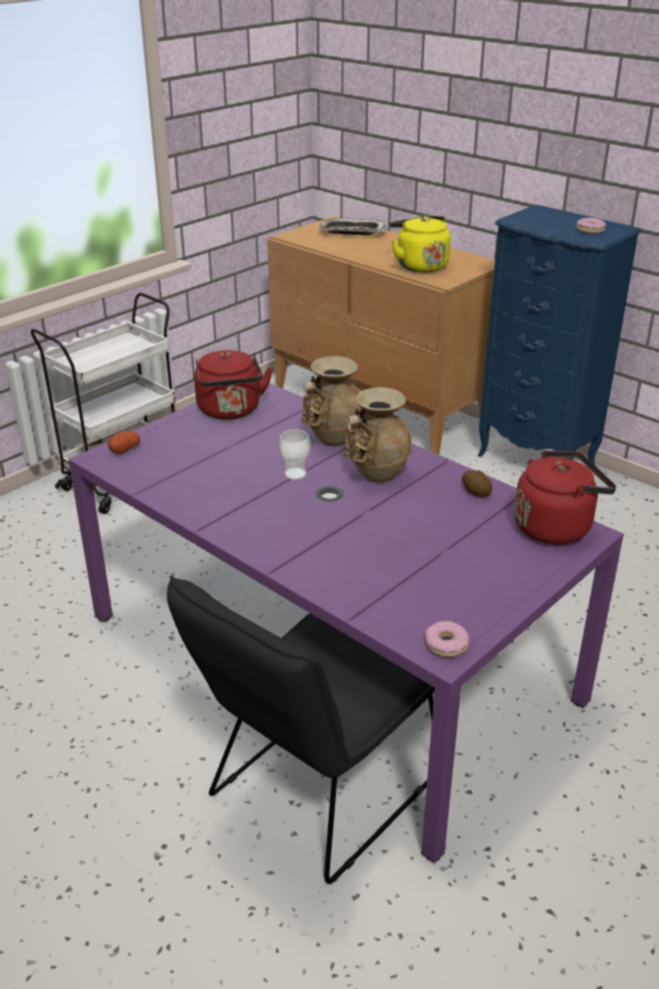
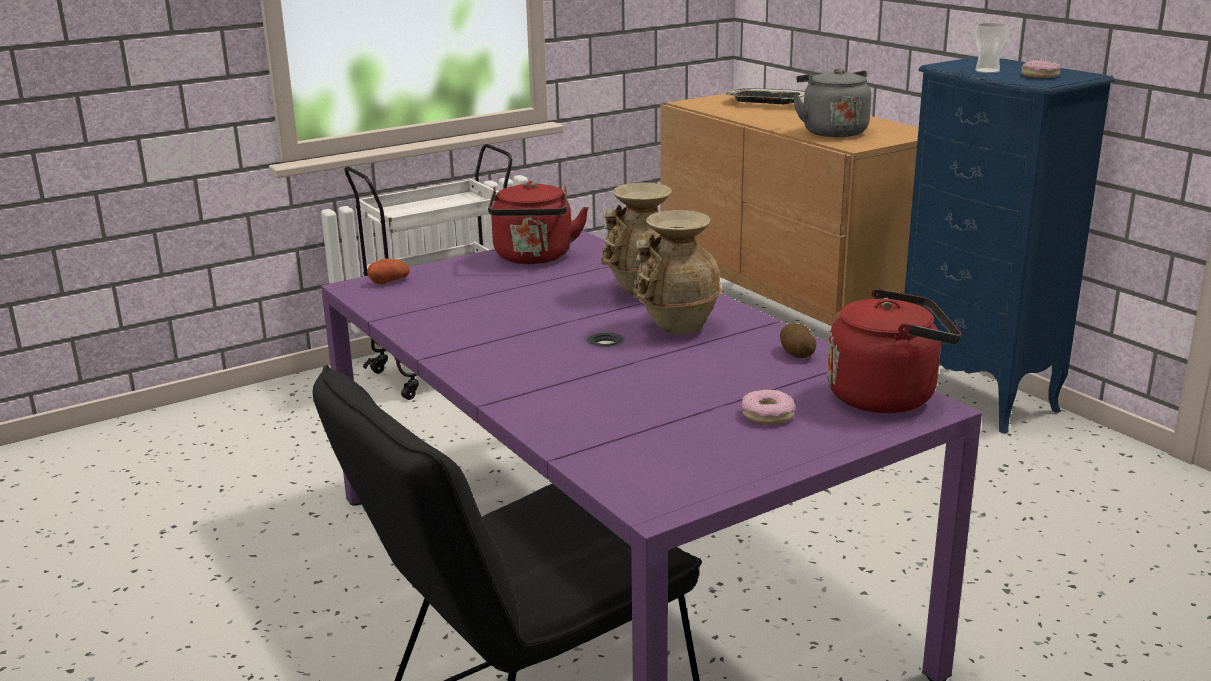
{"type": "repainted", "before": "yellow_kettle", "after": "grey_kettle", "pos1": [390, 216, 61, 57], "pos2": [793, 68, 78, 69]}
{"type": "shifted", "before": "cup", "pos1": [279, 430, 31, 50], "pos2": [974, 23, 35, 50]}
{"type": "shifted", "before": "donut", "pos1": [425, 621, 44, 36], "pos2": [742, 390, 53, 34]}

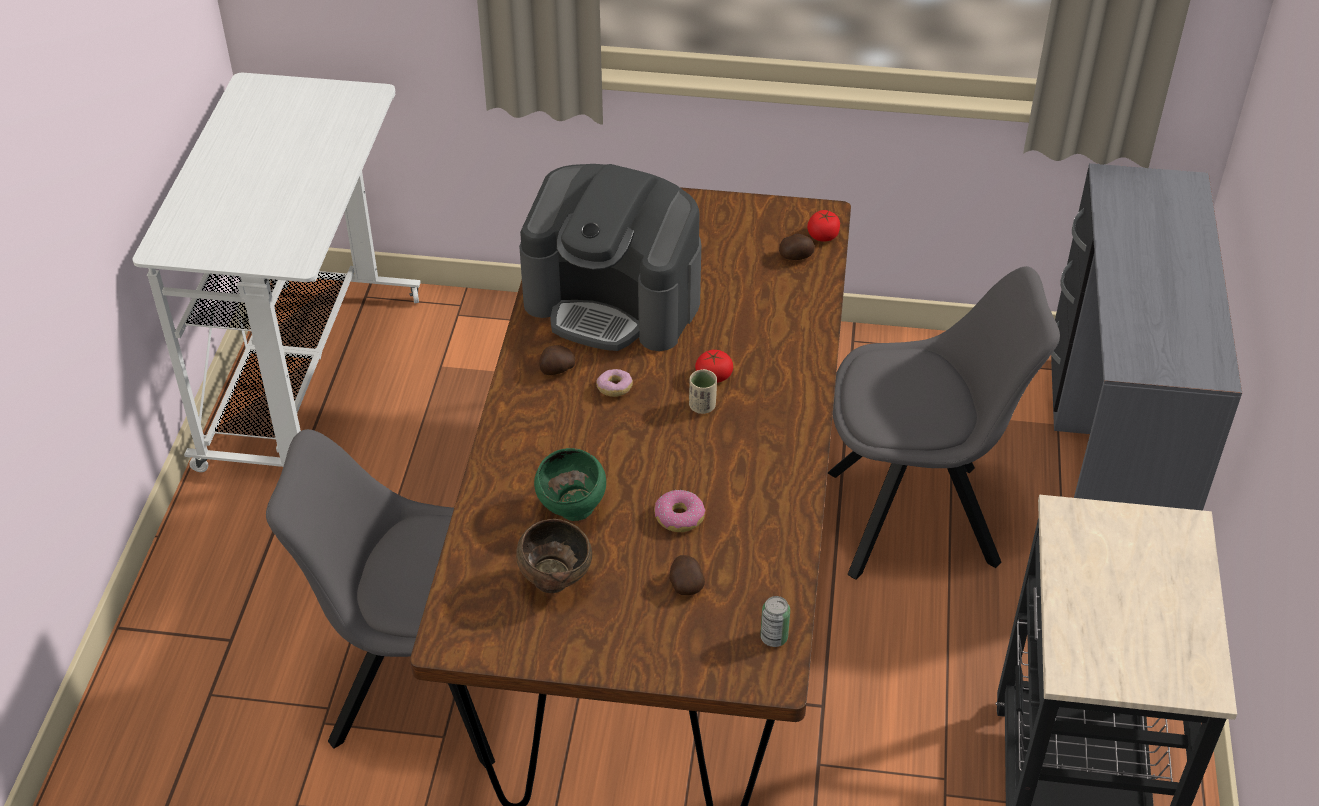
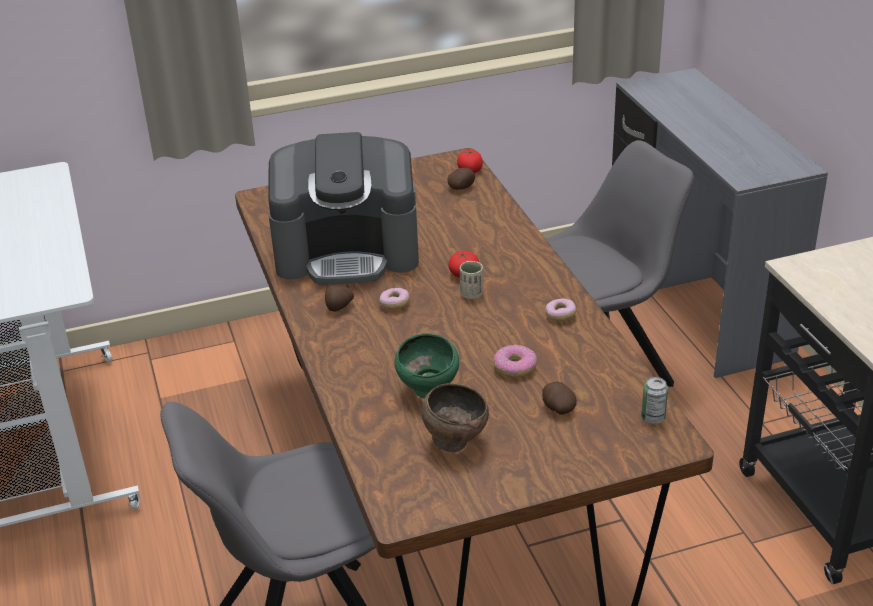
{"type": "new", "after": "donut", "pos2": [545, 298, 31, 23]}

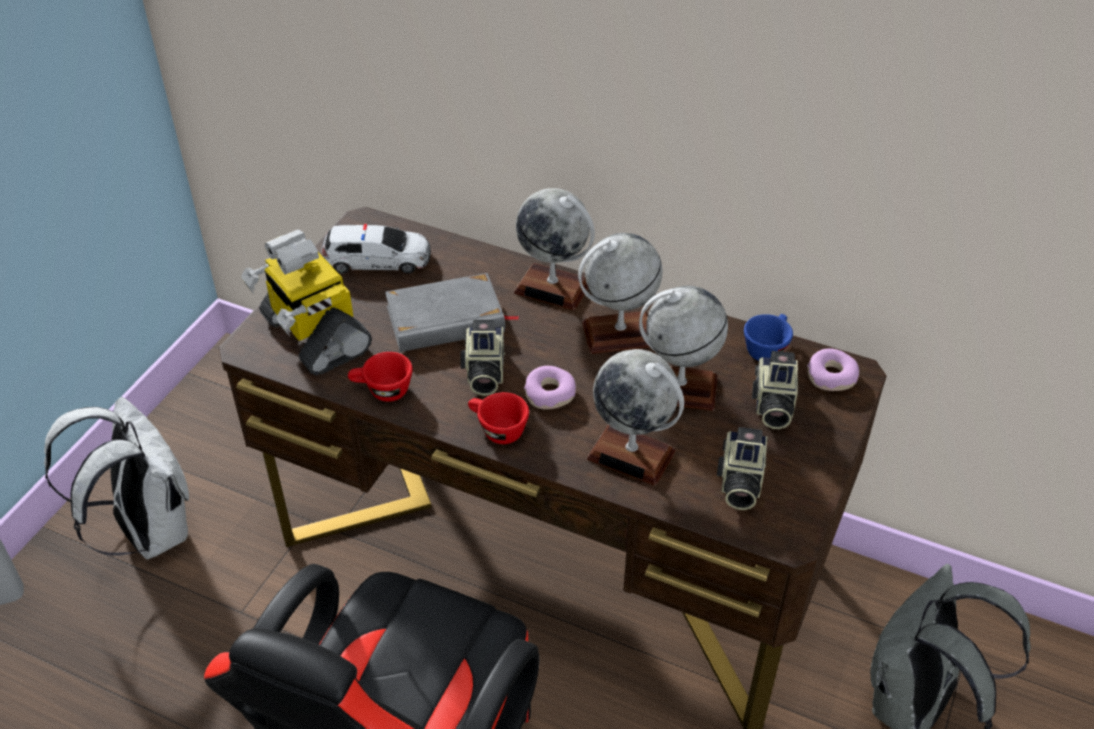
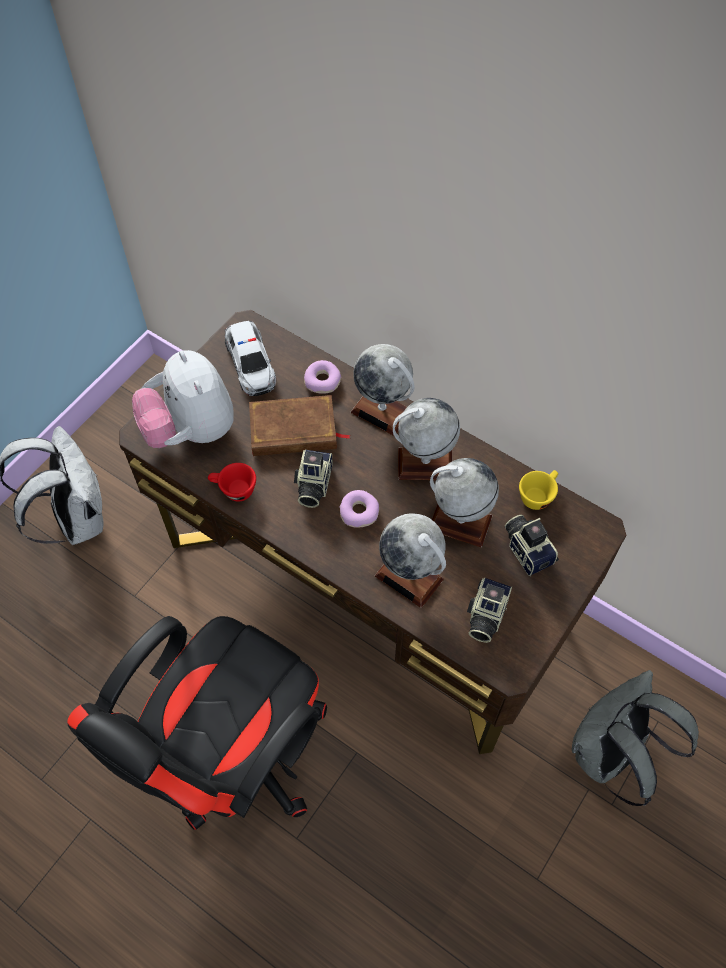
{"type": "rotated", "before": "toy_car", "pos1": [320, 224, 111, 50], "pos2": [225, 321, 51, 75], "turn": 60}
{"type": "swapped", "before": "toy_robot", "after": "plush_toy", "pos1": [241, 230, 131, 146], "pos2": [132, 350, 101, 98]}
{"type": "repainted", "before": "grey_book", "after": "brown_book", "pos1": [385, 273, 135, 79], "pos2": [249, 395, 102, 61]}
{"type": "repainted", "before": "blue_cup", "after": "yellow_cup", "pos1": [744, 314, 49, 47], "pos2": [519, 470, 39, 40]}
{"type": "shifted", "before": "donut", "pos1": [807, 348, 52, 43], "pos2": [304, 360, 37, 34]}
{"type": "rotated", "before": "photo_camera", "pos1": [752, 351, 46, 78], "pos2": [505, 515, 54, 61], "turn": 135}
{"type": "gone", "before": "red_cup", "pos1": [468, 392, 61, 52]}

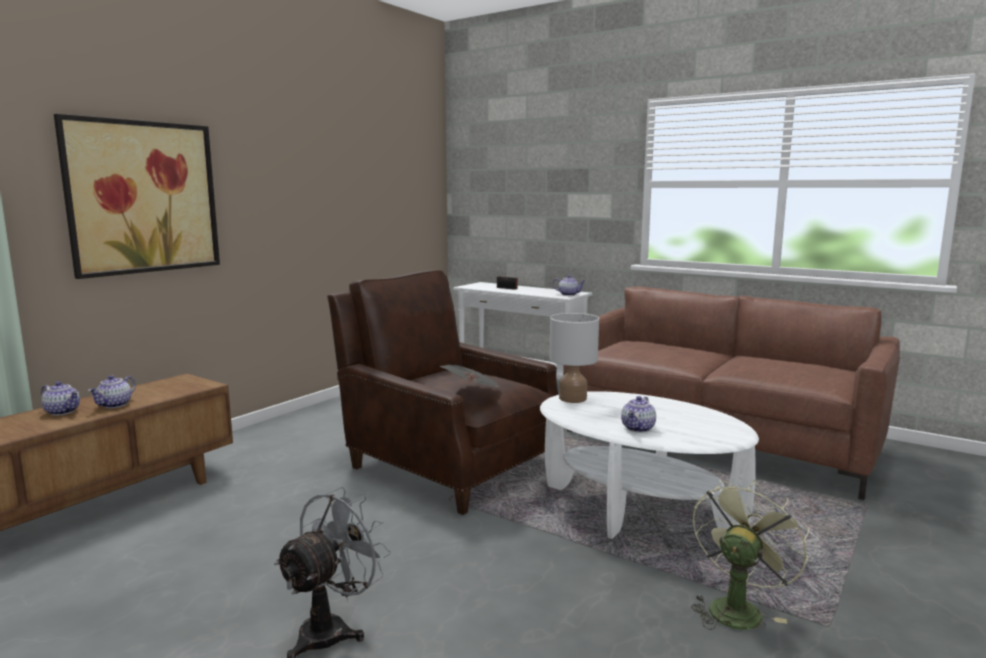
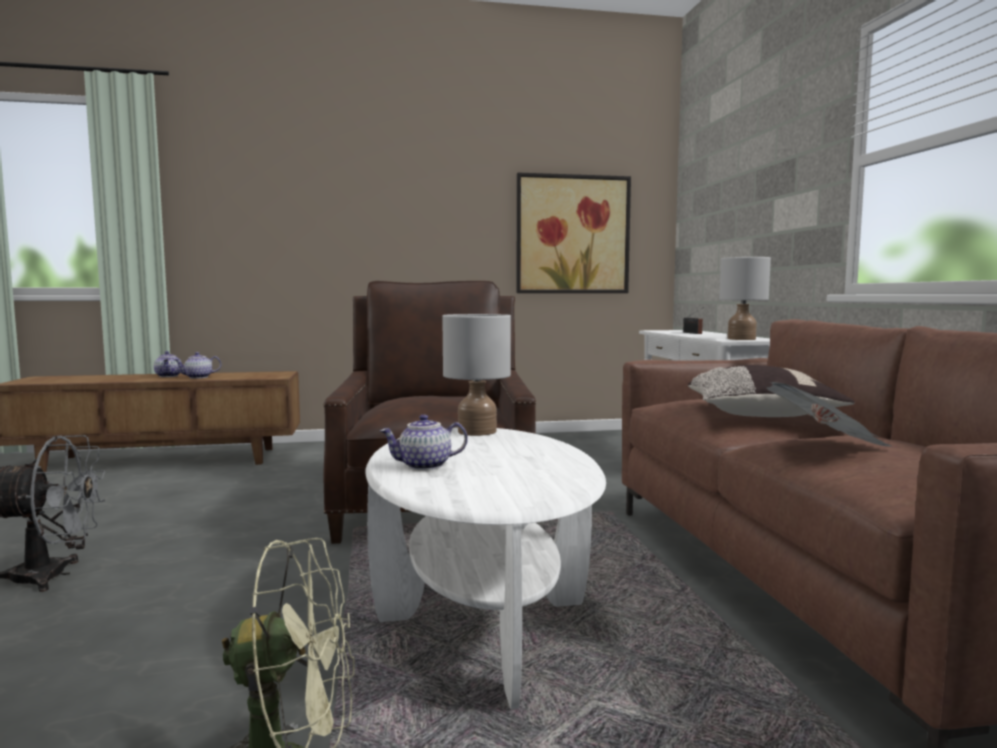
{"type": "shifted", "before": "picture", "pos1": [54, 114, 166, 165], "pos2": [516, 173, 115, 120]}
{"type": "swapped", "before": "teapot", "after": "grey_table_lamp", "pos1": [553, 275, 32, 21], "pos2": [719, 257, 52, 83]}
{"type": "shifted", "before": "newspaper", "pos1": [440, 365, 61, 22], "pos2": [767, 382, 124, 65]}
{"type": "new", "after": "pillow", "pos2": [688, 365, 167, 52]}

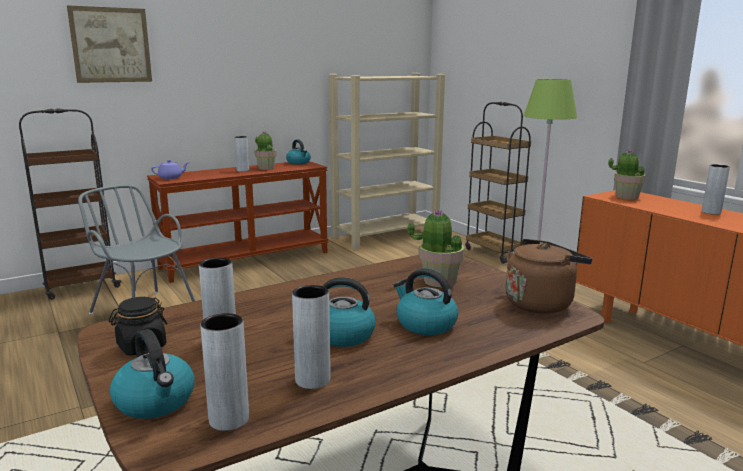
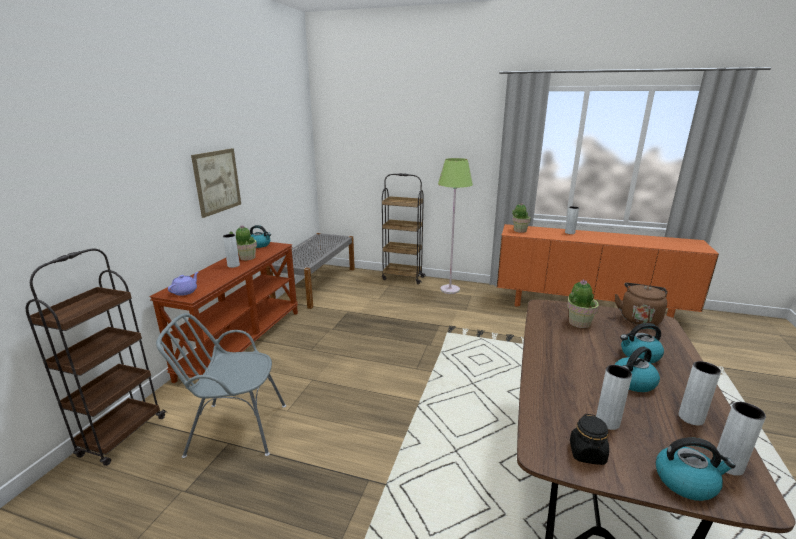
{"type": "shifted", "before": "picture", "pos1": [67, 5, 85, 78], "pos2": [191, 148, 50, 70]}
{"type": "swapped", "before": "beige_bookcase", "after": "grey_bench", "pos1": [329, 73, 116, 177], "pos2": [266, 233, 89, 76]}

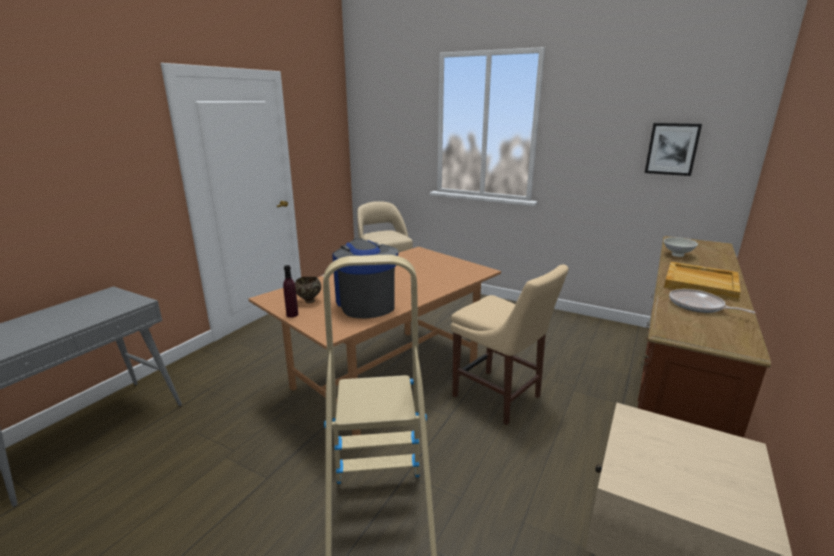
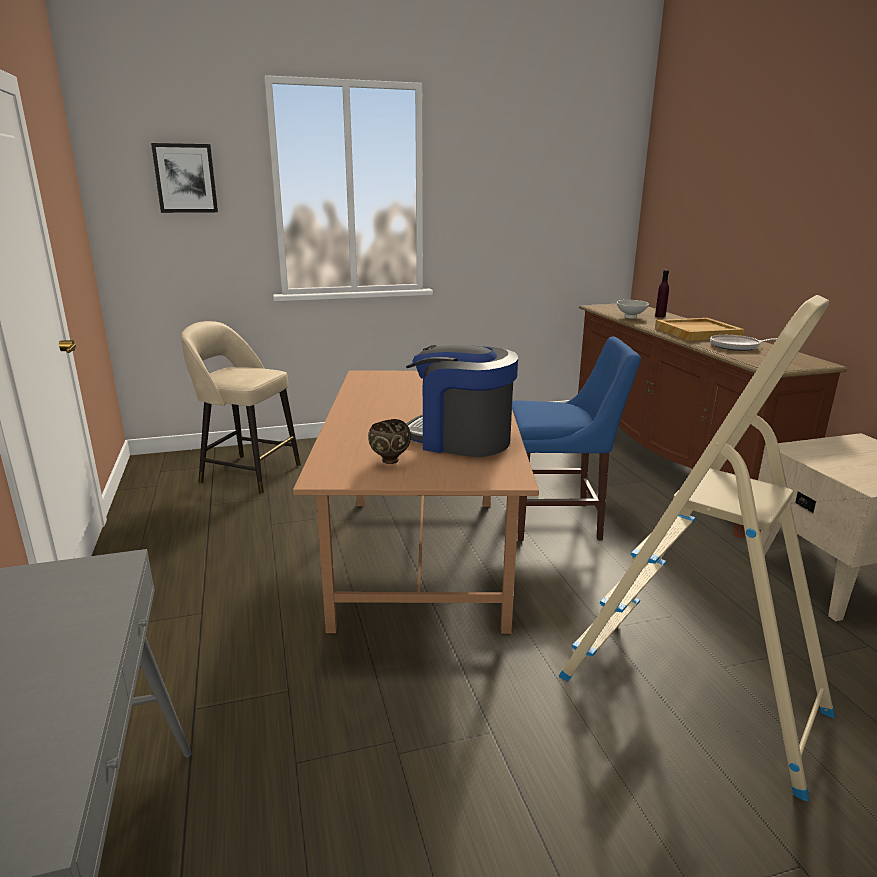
{"type": "shifted", "before": "picture", "pos1": [645, 123, 57, 53], "pos2": [151, 143, 67, 70]}
{"type": "repainted", "before": "beige_chair", "after": "blue_chair", "pos1": [451, 264, 118, 161], "pos2": [512, 337, 129, 204]}
{"type": "shifted", "before": "purple_bottle", "pos1": [283, 265, 15, 53], "pos2": [655, 270, 14, 48]}

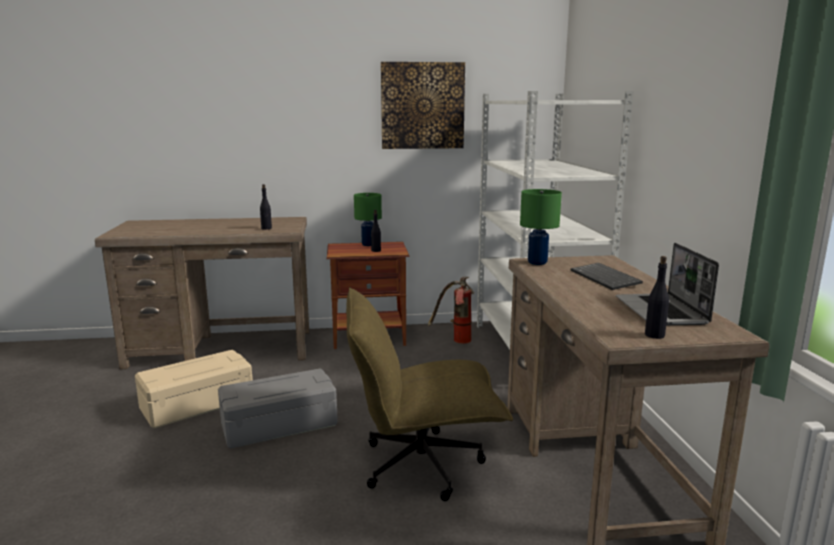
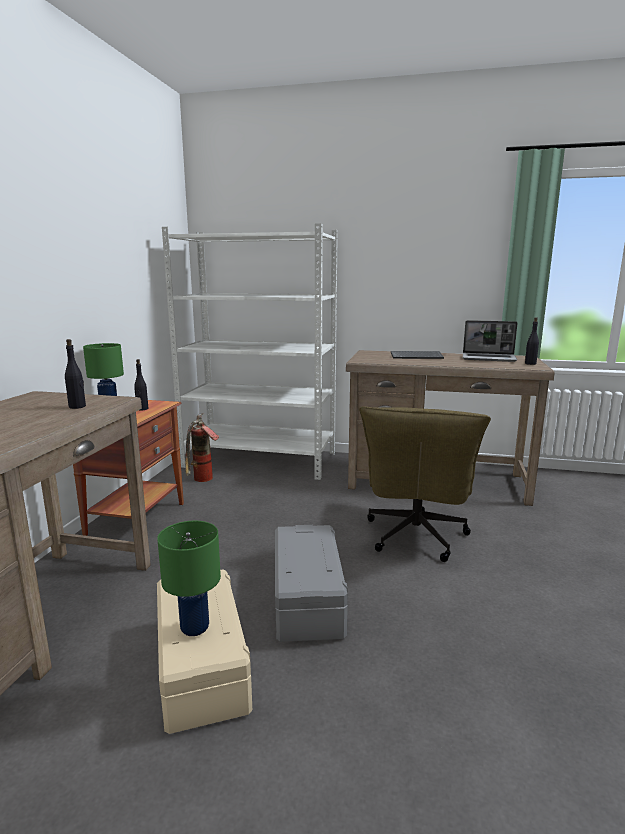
{"type": "gone", "before": "picture", "pos1": [381, 62, 84, 87]}
{"type": "shifted", "before": "green_table_lamp", "pos1": [520, 189, 42, 76], "pos2": [157, 521, 64, 115]}

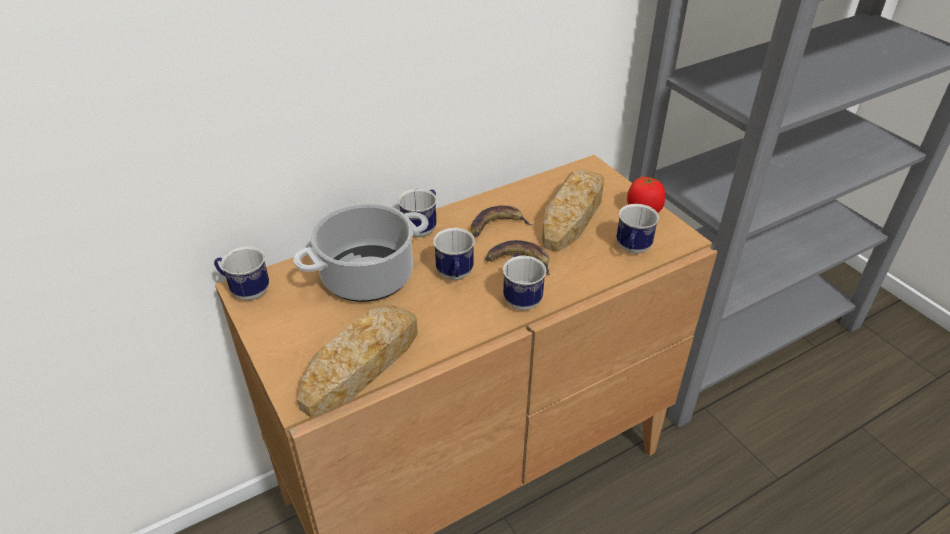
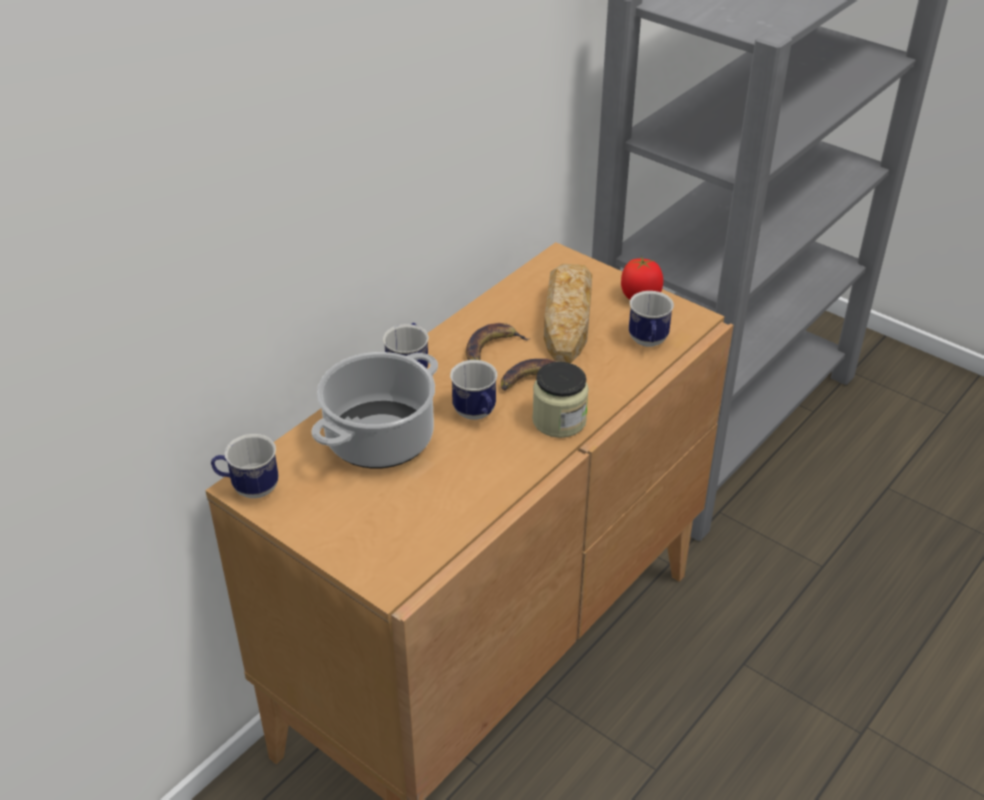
{"type": "swapped", "before": "mug", "after": "jar", "pos1": [503, 254, 43, 56], "pos2": [532, 362, 57, 76]}
{"type": "gone", "before": "bread", "pos1": [297, 305, 121, 113]}

